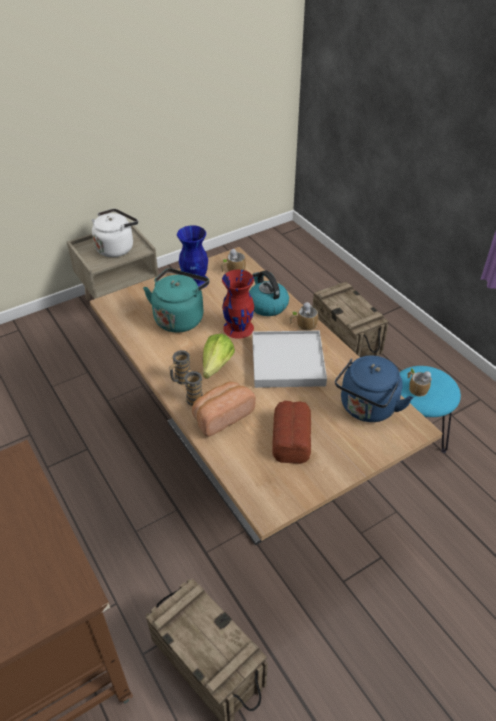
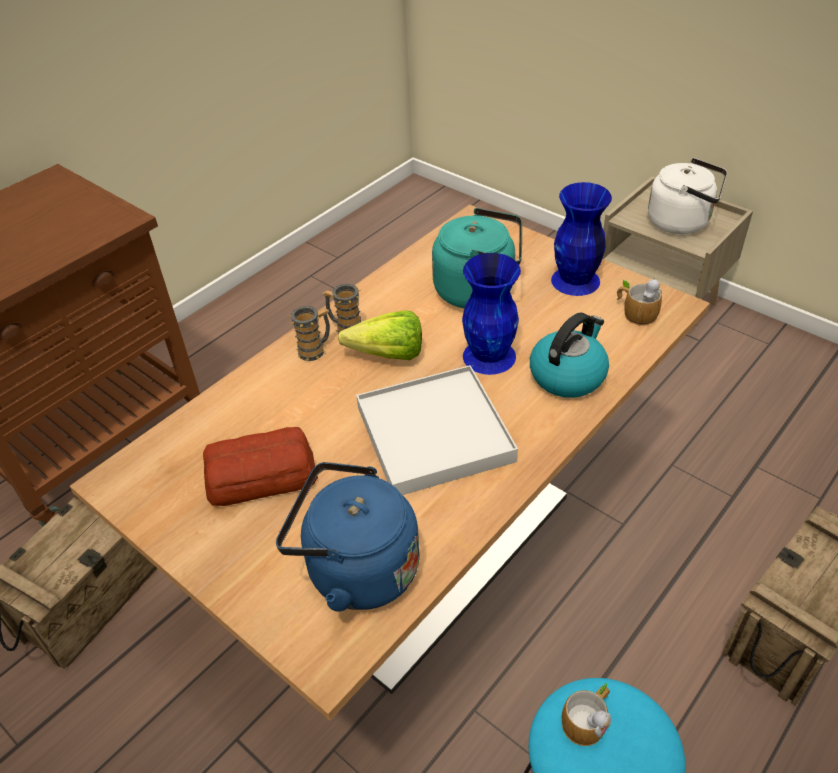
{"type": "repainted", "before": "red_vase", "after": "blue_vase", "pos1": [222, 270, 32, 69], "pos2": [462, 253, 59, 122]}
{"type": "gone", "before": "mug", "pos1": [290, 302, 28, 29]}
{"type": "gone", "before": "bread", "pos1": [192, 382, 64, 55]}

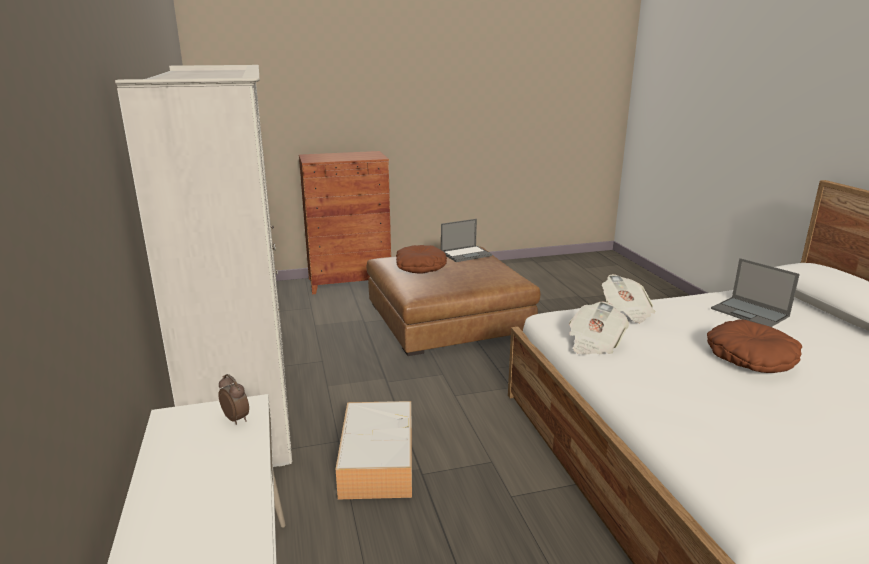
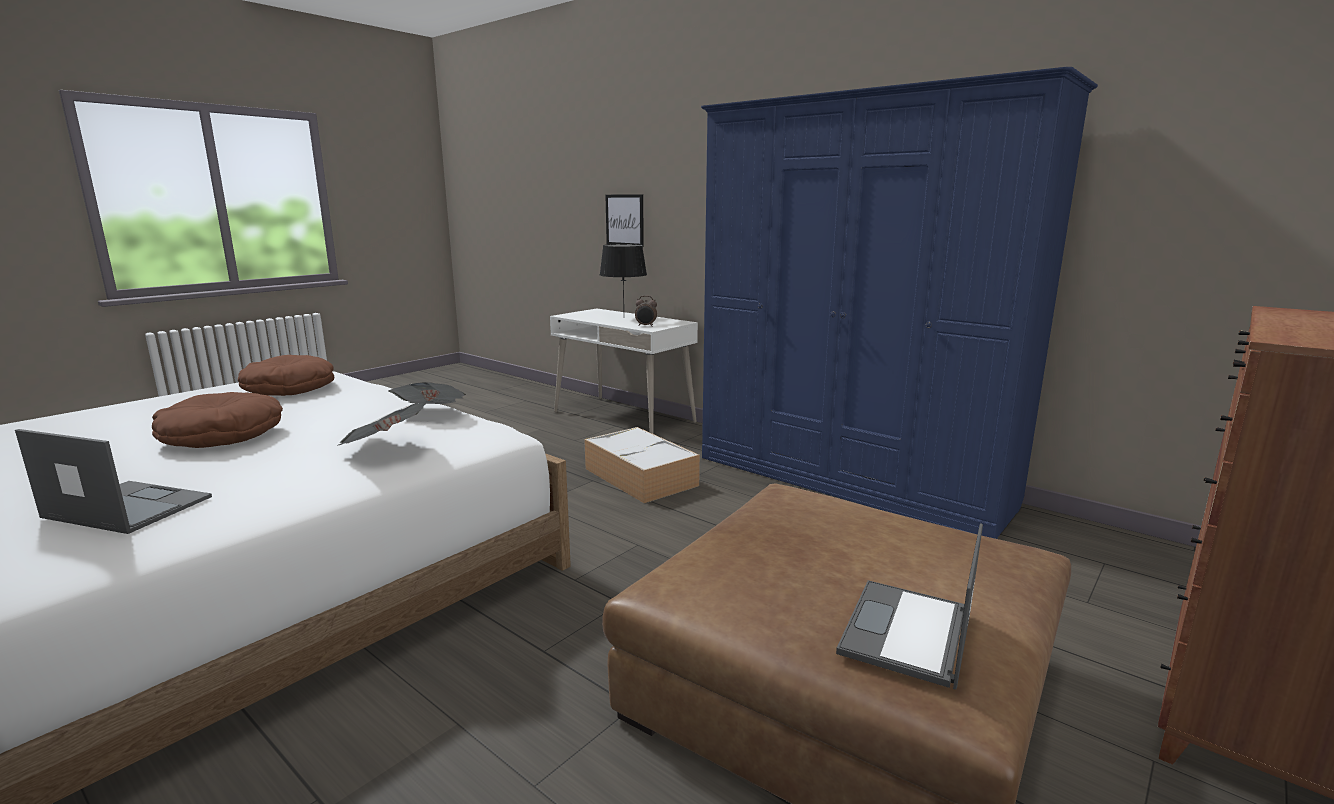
{"type": "repainted", "before": "white_wardrobe", "after": "blue_wardrobe", "pos1": [115, 65, 177, 402], "pos2": [701, 67, 397, 472]}
{"type": "shifted", "before": "brown_pillow", "pos1": [396, 245, 51, 29], "pos2": [238, 355, 96, 41]}
{"type": "new", "after": "picture", "pos2": [605, 194, 39, 53]}
{"type": "new", "after": "black_table_lamp", "pos2": [600, 244, 47, 62]}

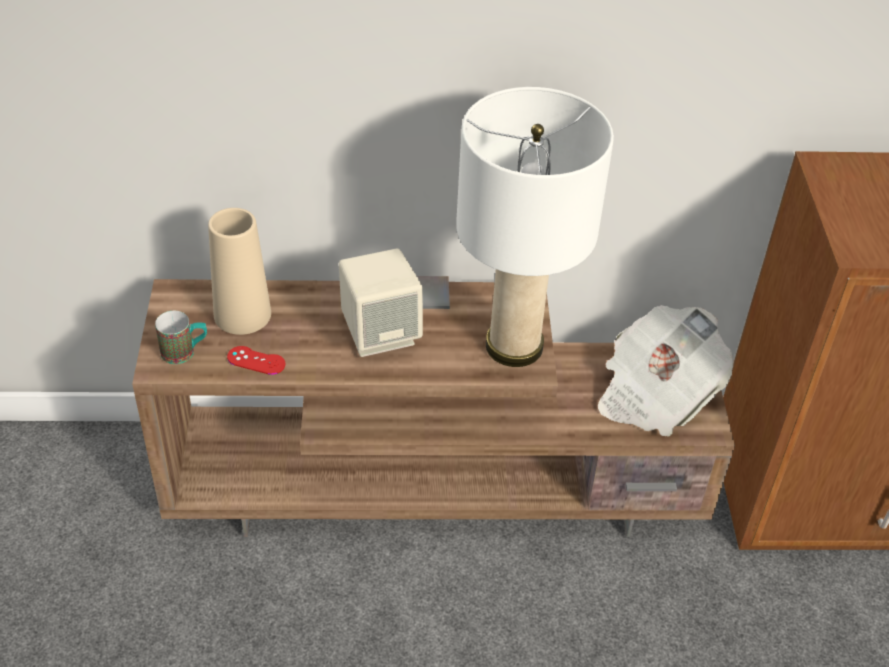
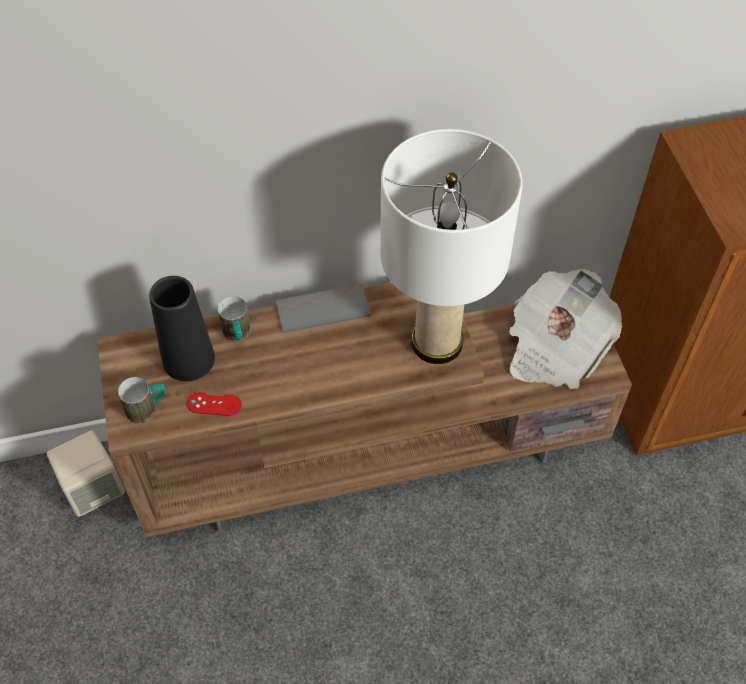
{"type": "repainted", "before": "beige_vase", "after": "black_vase", "pos1": [208, 208, 63, 127], "pos2": [149, 276, 66, 105]}
{"type": "shifted", "before": "beige_speaker", "pos1": [338, 248, 85, 109], "pos2": [47, 430, 78, 87]}
{"type": "new", "after": "mug", "pos2": [218, 296, 33, 46]}

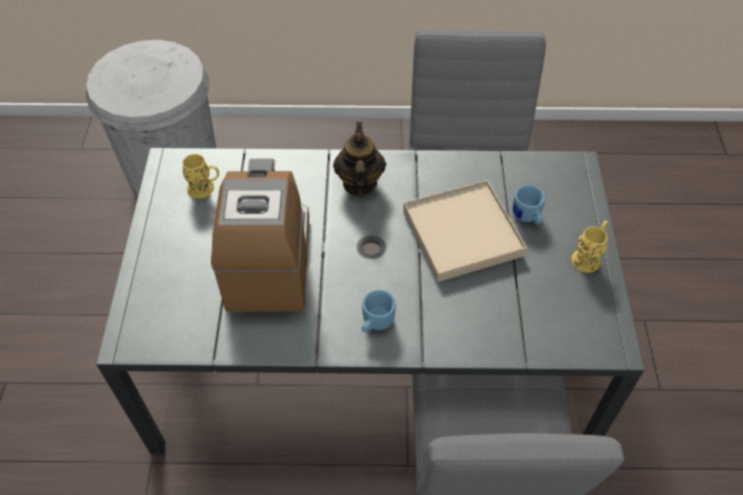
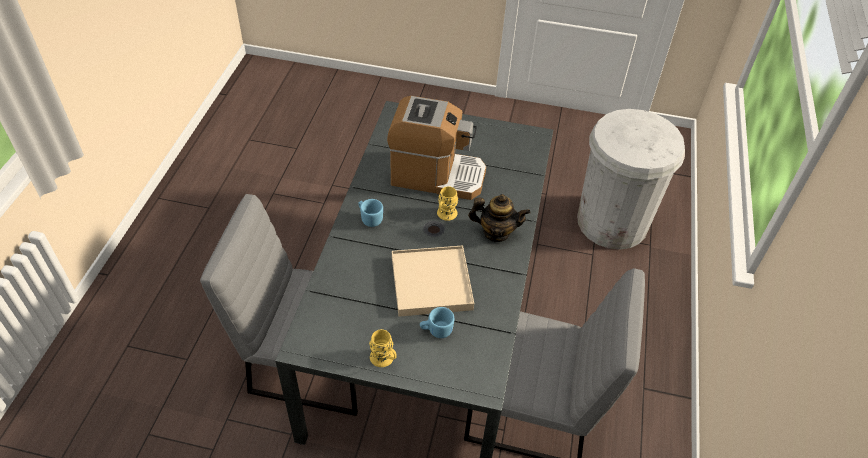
{"type": "shifted", "before": "yellow_mug", "pos1": [182, 154, 37, 45], "pos2": [437, 186, 21, 35]}

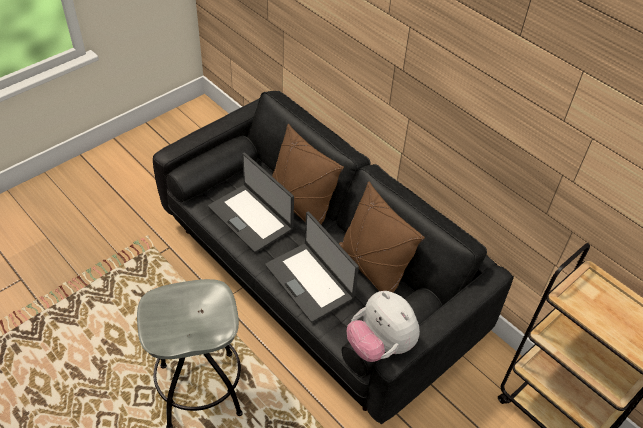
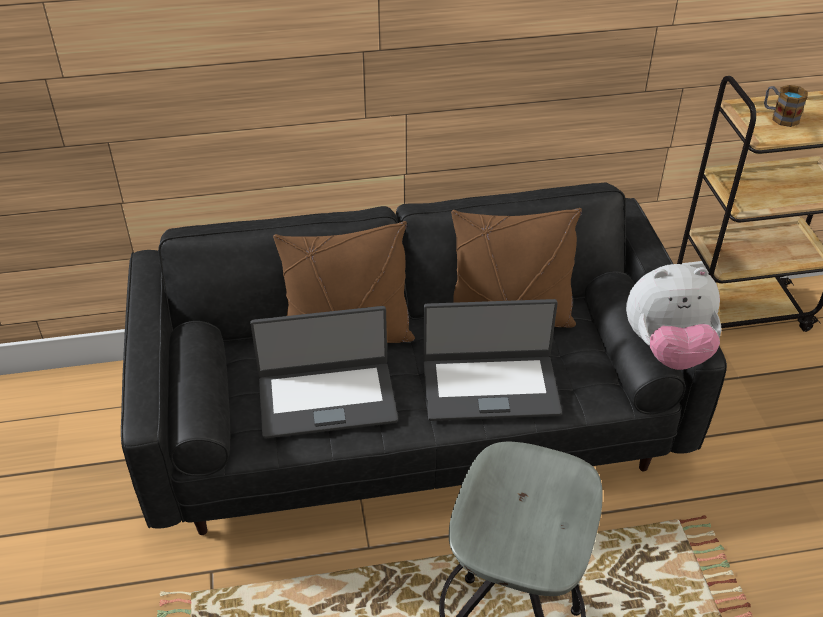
{"type": "new", "after": "mug", "pos2": [764, 85, 44, 42]}

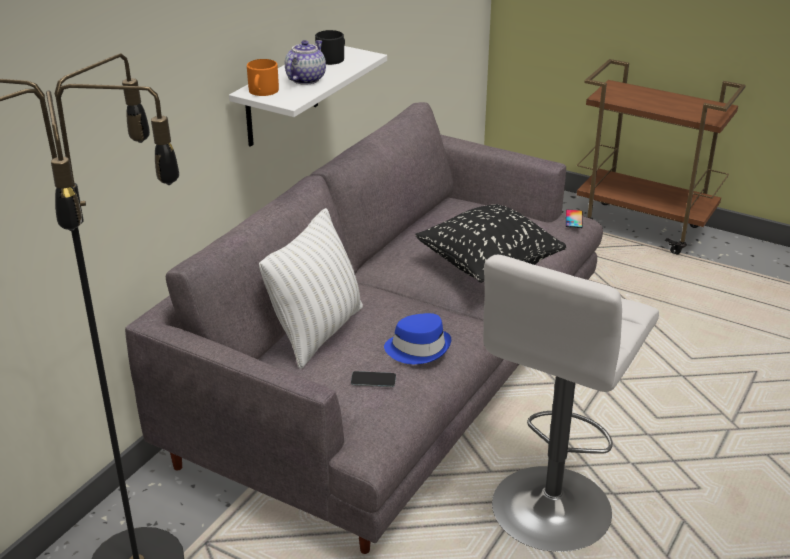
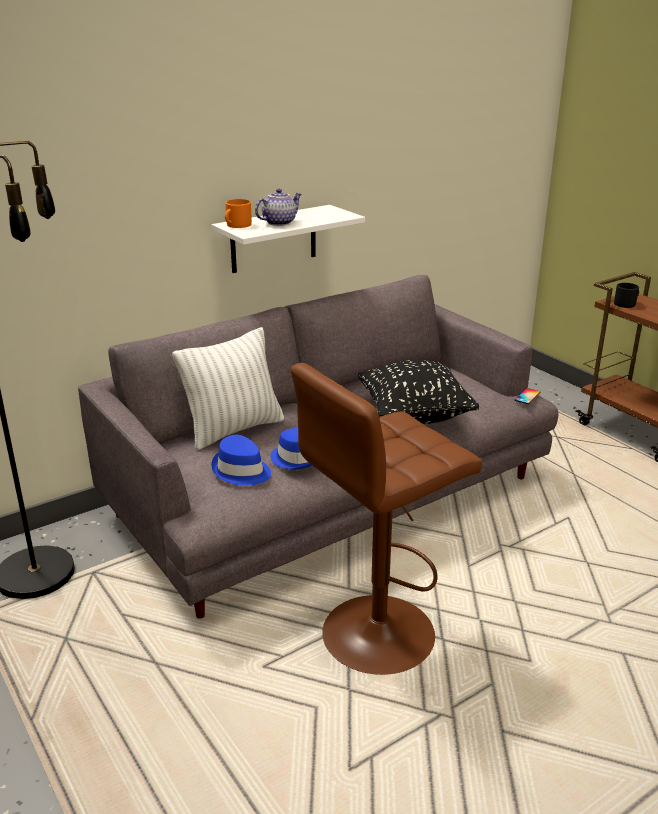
{"type": "shifted", "before": "black_mug", "pos1": [315, 30, 30, 35], "pos2": [614, 283, 25, 25]}
{"type": "repainted", "before": "white_stool", "after": "brown_stool", "pos1": [483, 255, 176, 297], "pos2": [290, 363, 192, 312]}
{"type": "swapped", "before": "phone", "after": "blue_hat", "pos1": [351, 371, 45, 16], "pos2": [211, 435, 60, 51]}

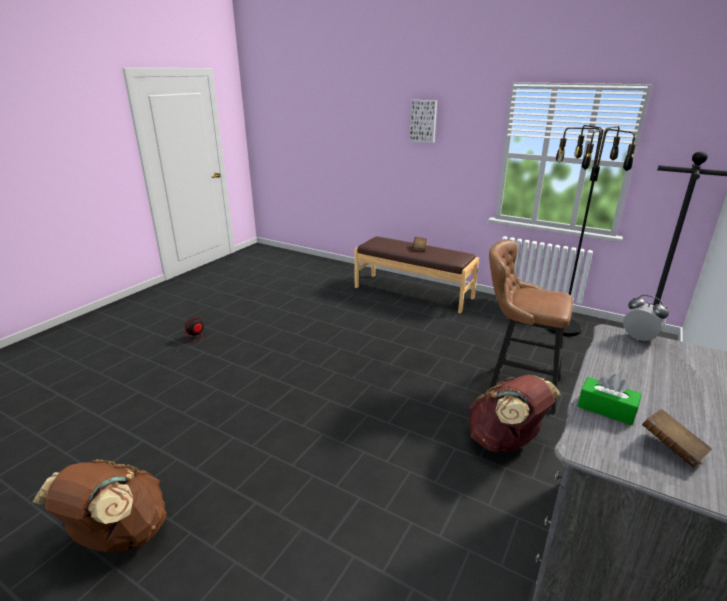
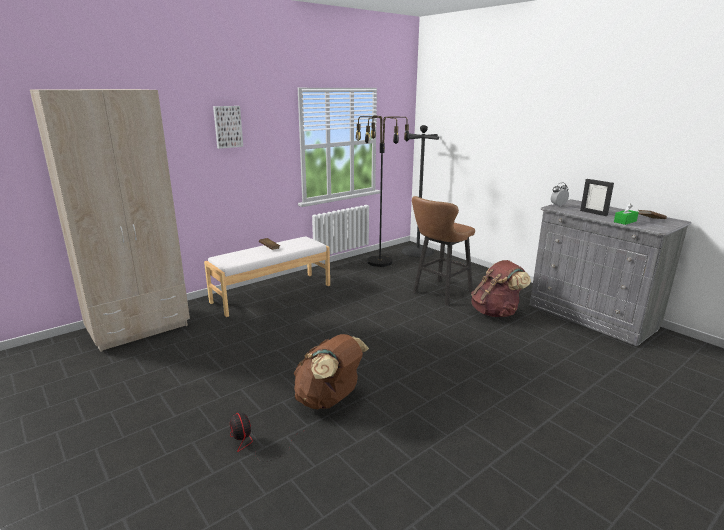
{"type": "repainted", "before": "brown_bench", "after": "white_bench", "pos1": [354, 236, 125, 78], "pos2": [204, 236, 126, 81]}
{"type": "shifted", "before": "brown_backpack", "pos1": [33, 460, 134, 92], "pos2": [294, 334, 75, 75]}
{"type": "new", "after": "beige_wardrobe", "pos2": [30, 89, 160, 263]}
{"type": "new", "after": "picture_frame", "pos2": [580, 179, 34, 37]}

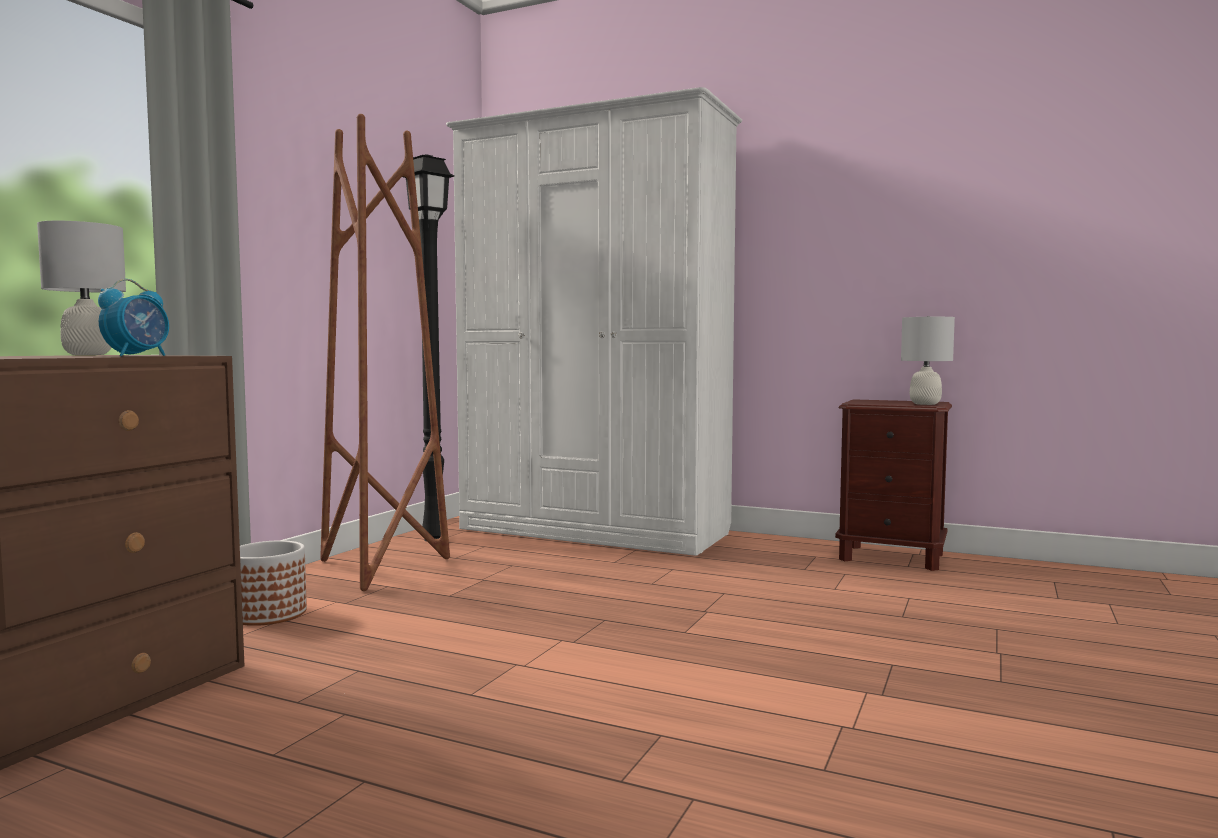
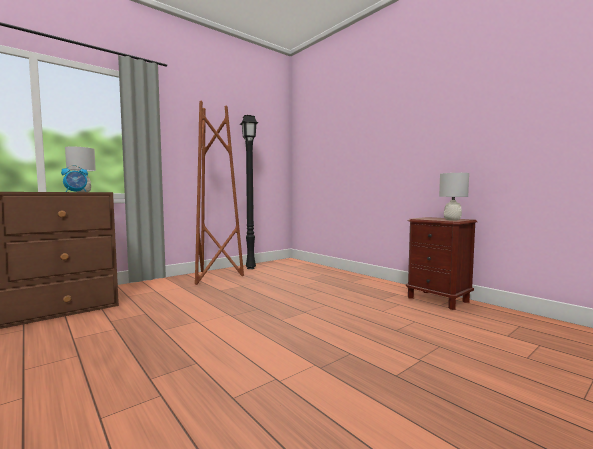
{"type": "gone", "before": "white_wardrobe", "pos1": [446, 87, 296, 469]}
{"type": "gone", "before": "planter", "pos1": [240, 540, 67, 86]}

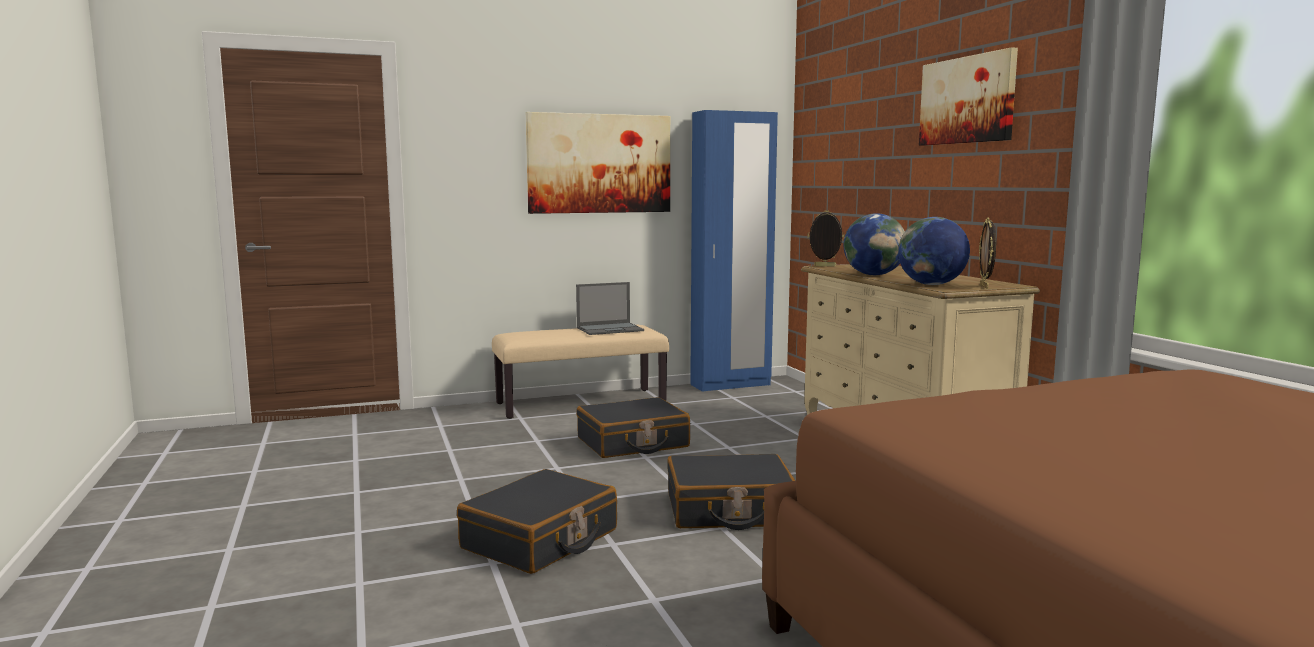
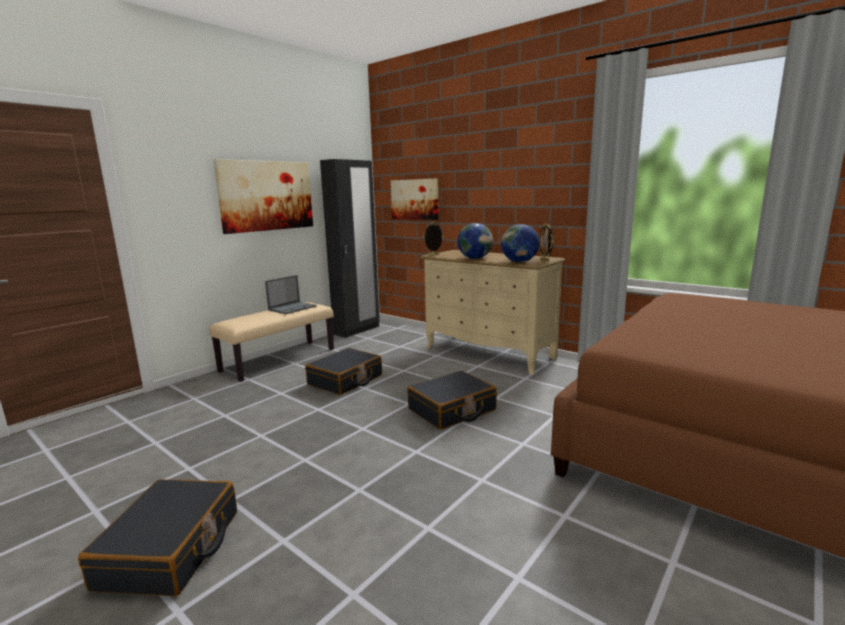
{"type": "shifted", "before": "picture", "pos1": [919, 47, 99, 99], "pos2": [391, 179, 48, 41]}
{"type": "repainted", "before": "blue_wardrobe", "after": "black_wardrobe", "pos1": [690, 110, 88, 282], "pos2": [320, 159, 60, 179]}
{"type": "shifted", "before": "black_suitcase", "pos1": [457, 469, 160, 105], "pos2": [78, 479, 159, 117]}

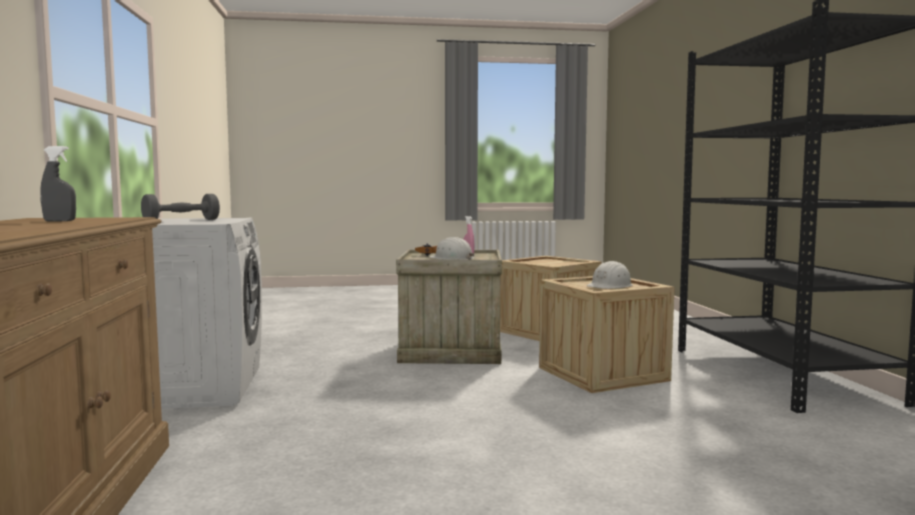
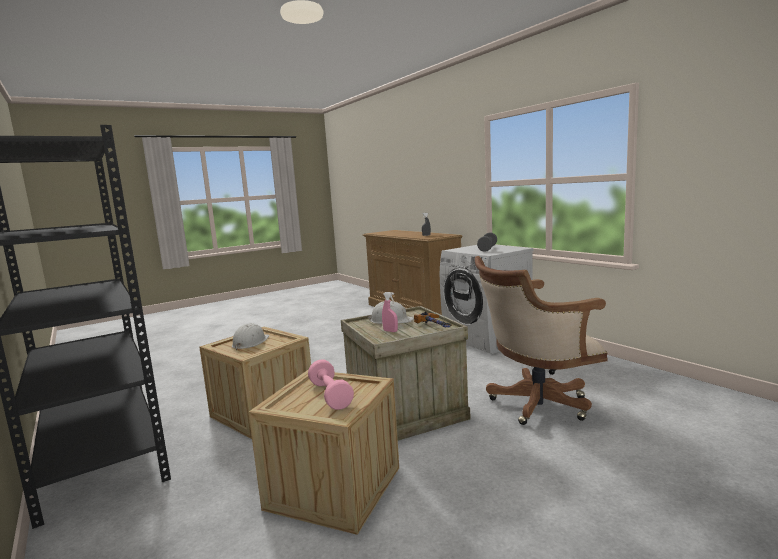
{"type": "new", "after": "office_chair", "pos2": [475, 256, 133, 169]}
{"type": "new", "after": "pink_dumbbell", "pos2": [308, 360, 46, 50]}

